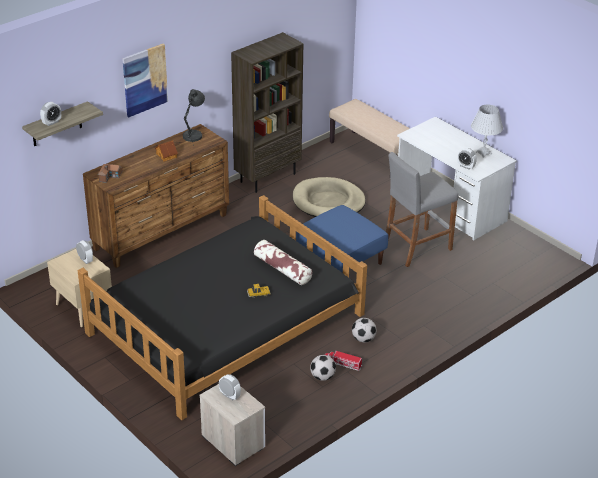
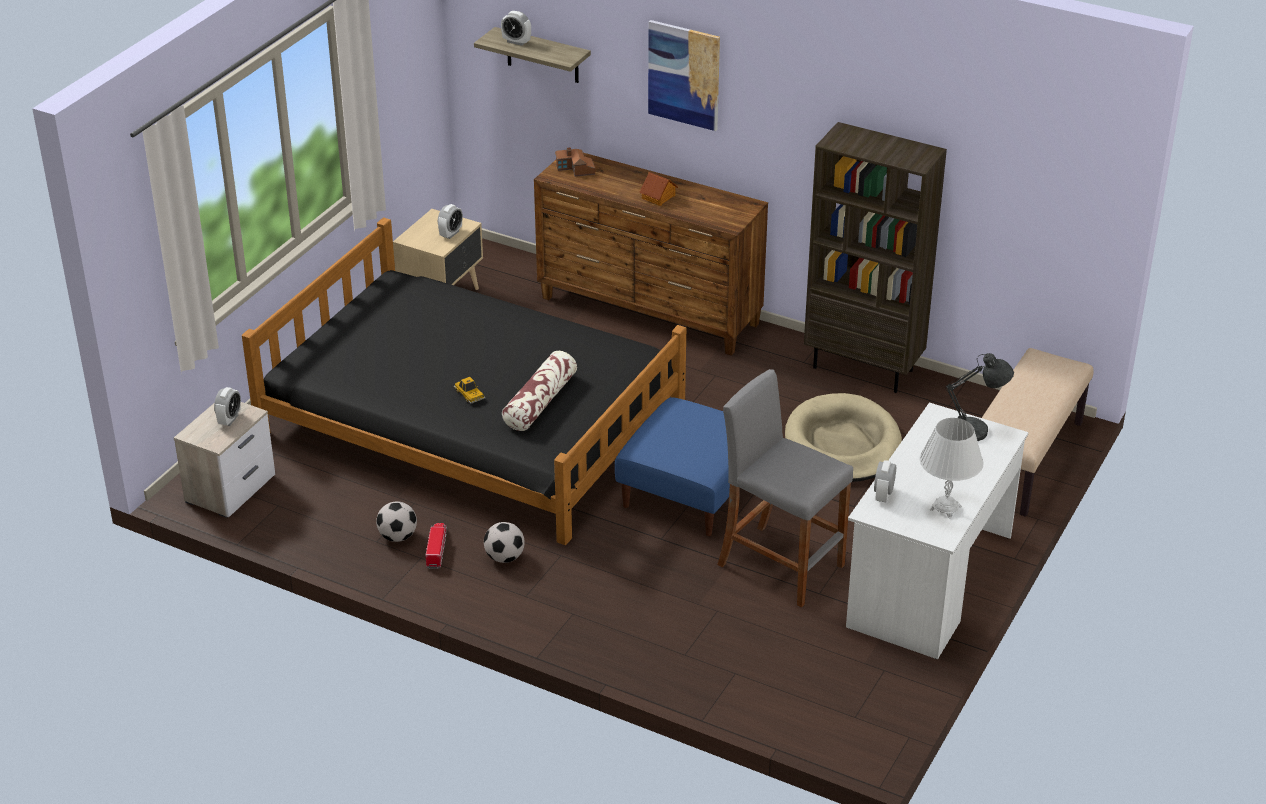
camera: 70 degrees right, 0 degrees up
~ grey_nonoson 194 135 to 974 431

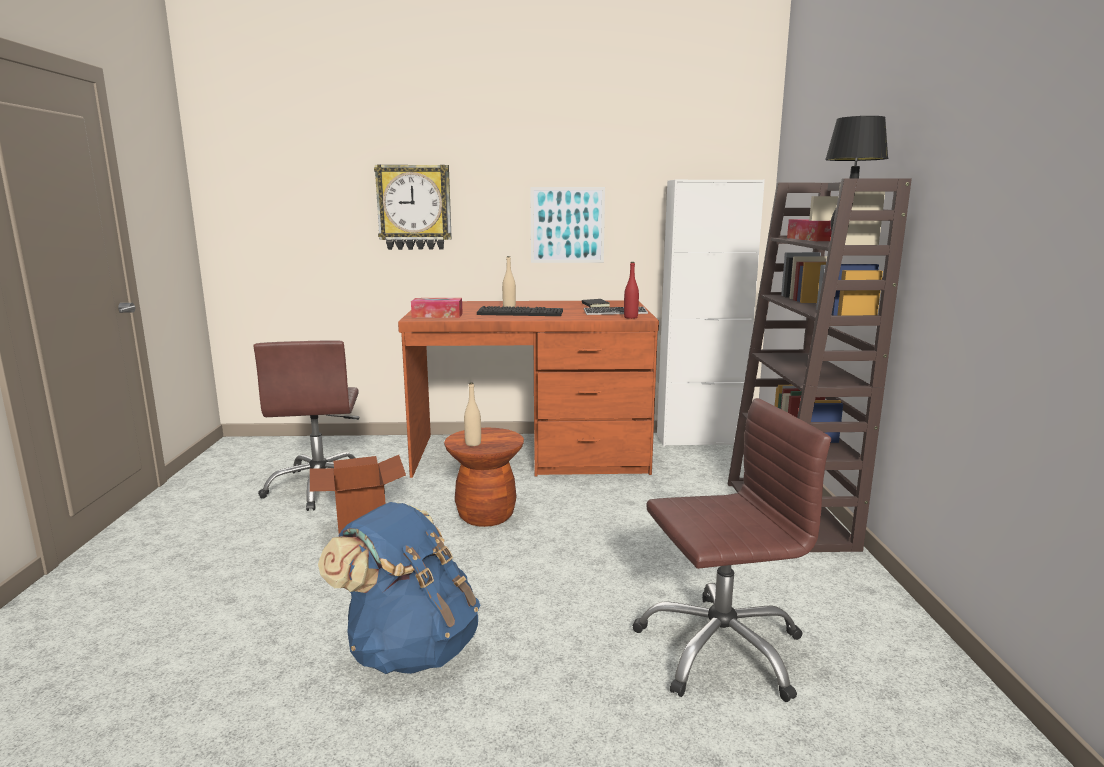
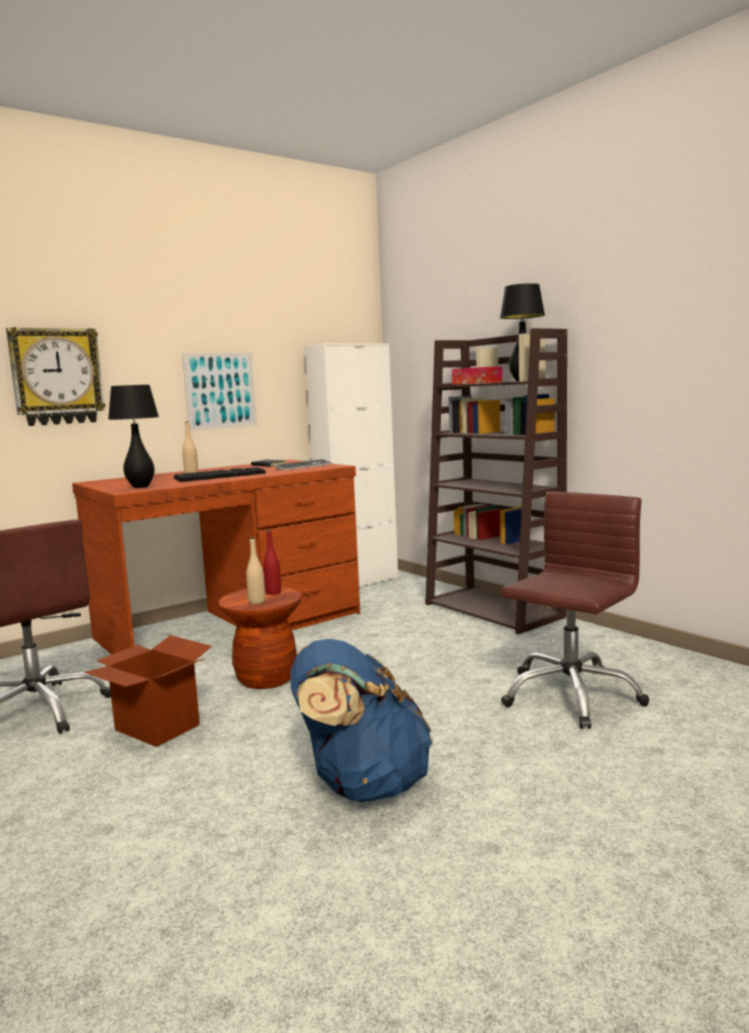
camera: 35 degrees left, 5 degrees down
~ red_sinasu 630 317 to 273 592
~ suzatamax 437 315 to black_nonoson 141 487

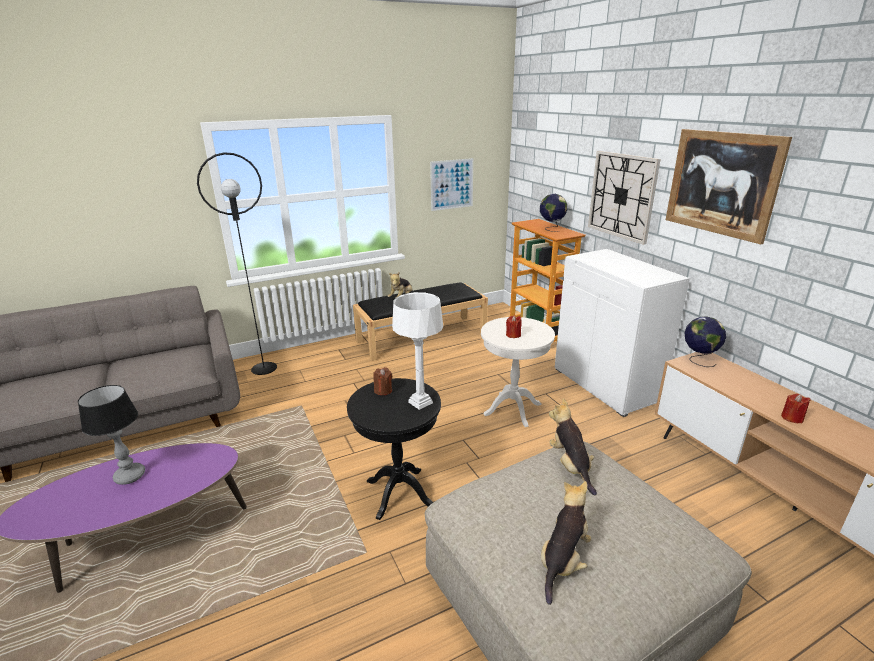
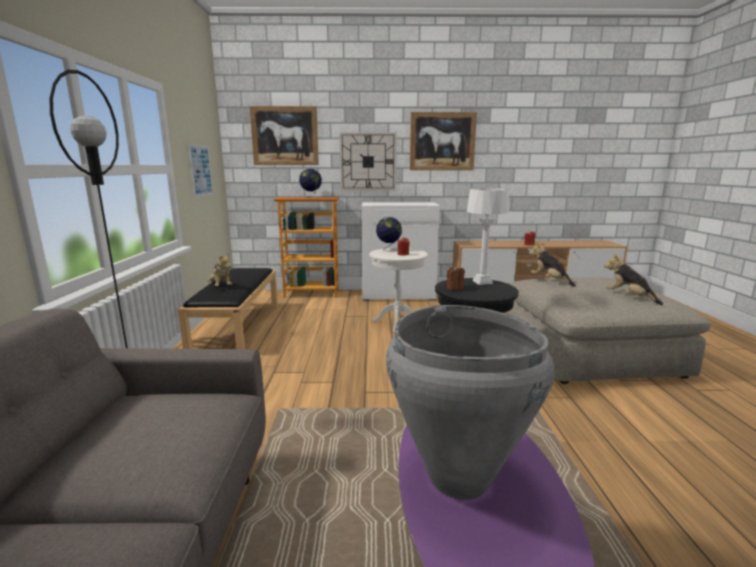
camera: 65 degrees left, 10 degrees down
~ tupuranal 698 360 to 388 250
~ nonoson 129 476 to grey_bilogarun 458 477
~ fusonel 570 466 = 549 281 45 degrees clockwise
+ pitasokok 284 136

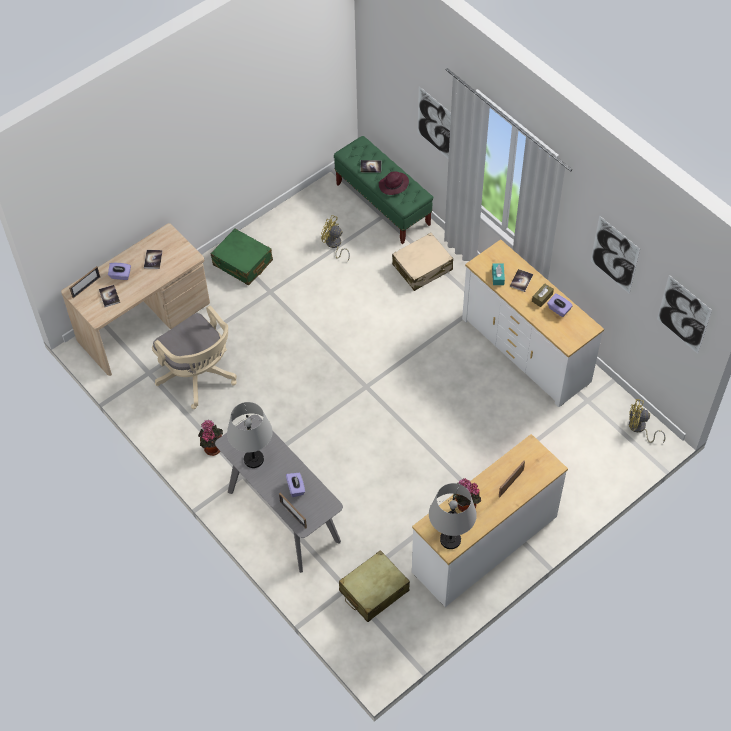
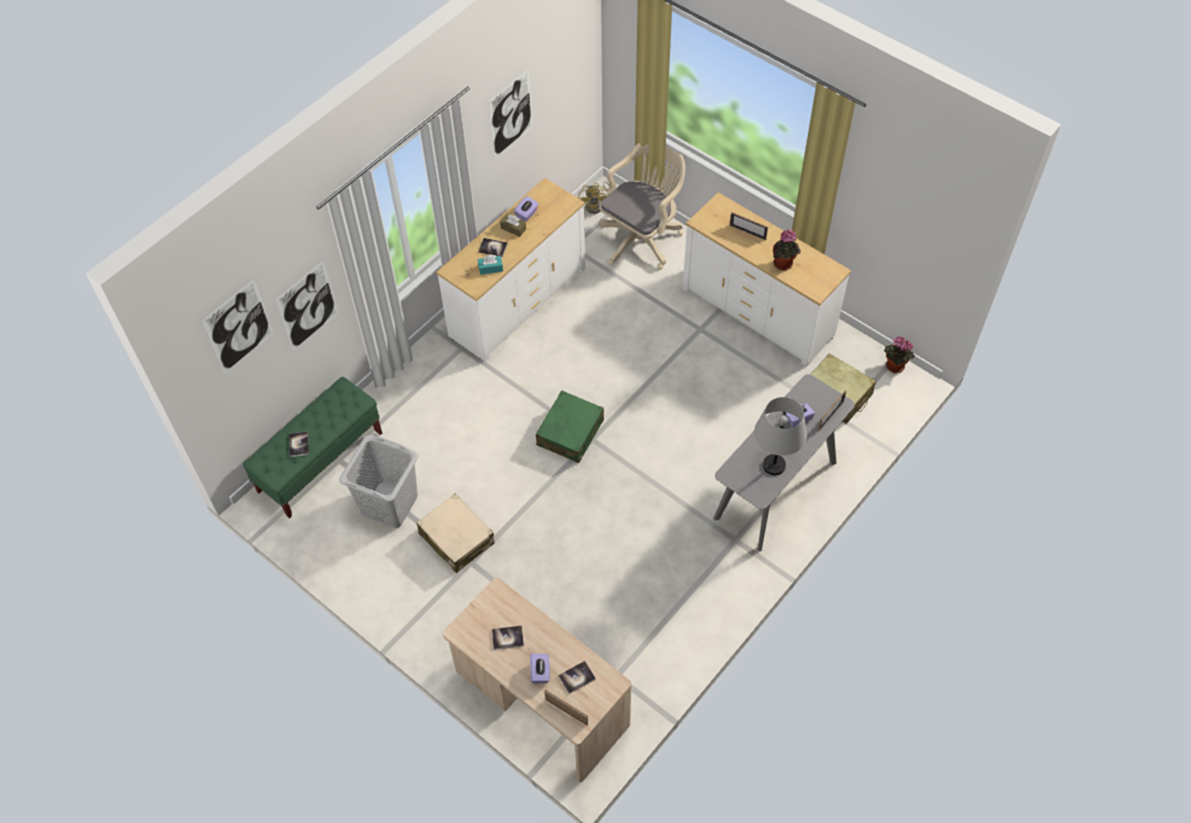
camera: 100 degrees left, 0 degrees up
- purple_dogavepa 393 185
~ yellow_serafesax 334 245 to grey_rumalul 390 504
~ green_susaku 242 263 to 570 433
~ beige_susaku 422 267 to 456 538
~ pitasokok 683 314 to 239 327
~ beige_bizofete 199 377 to 642 237
~ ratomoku 212 447 to 893 367
- grey_nonoson 450 539

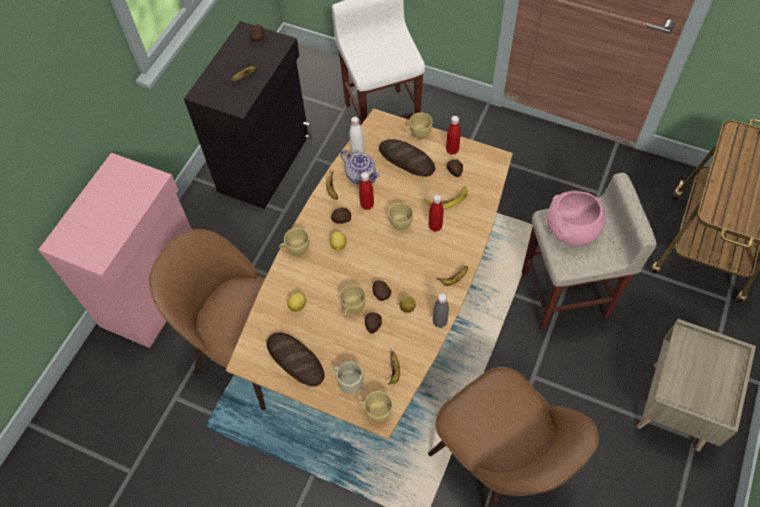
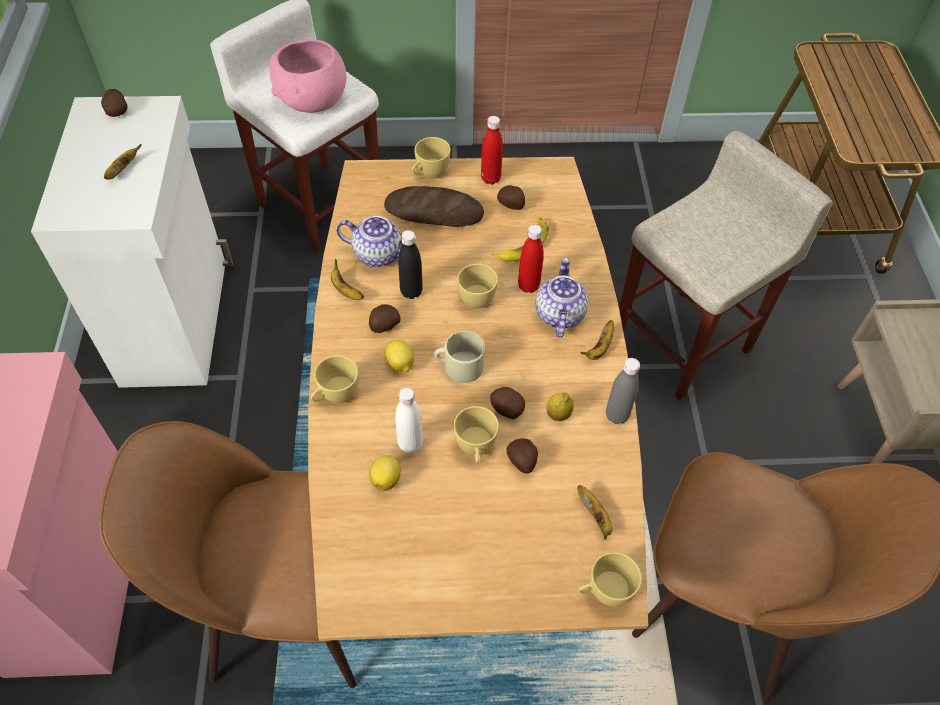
camera: 30 degrees left, 5 degrees down
~ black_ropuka 266 163 to white_ropuka 178 320
~ white_sinasu 357 151 to 410 443
~ red_sinasu 367 205 to black_sinasu 411 291
~ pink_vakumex 570 231 to 311 101
- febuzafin 295 360
~ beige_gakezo 347 380 to 459 366
+ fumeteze 558 314

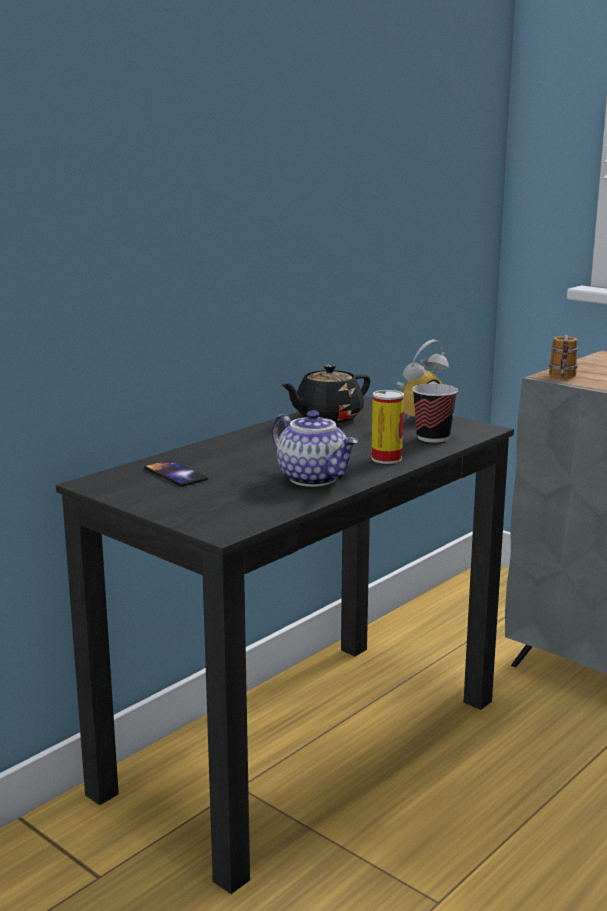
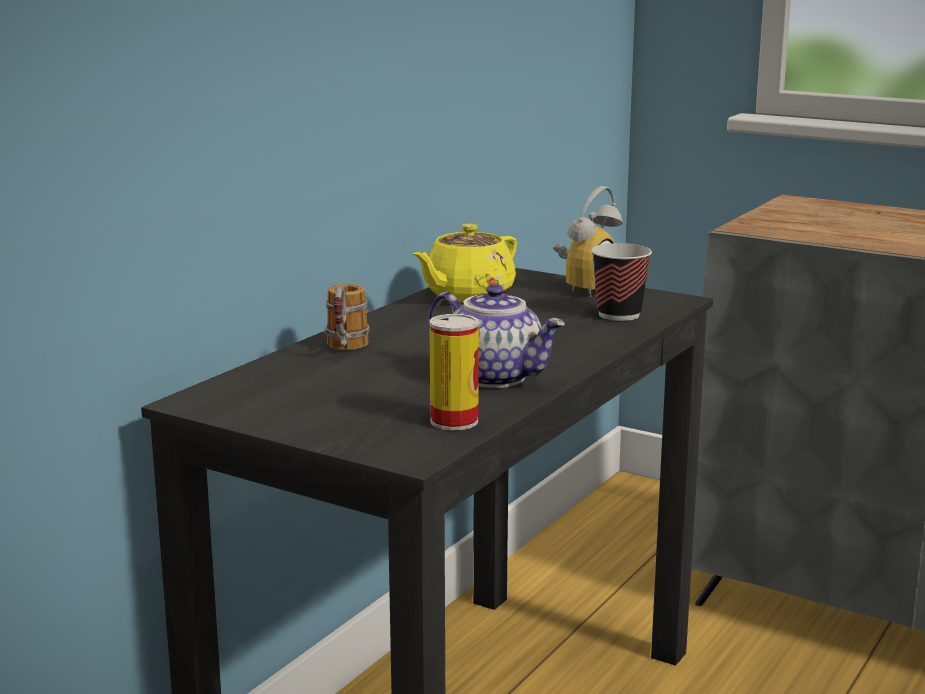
camera: 10 degrees left, 0 degrees up
~ gakezo 562 378 to 345 350
~ black_fumeteze 327 417 to yellow_fumeteze 467 295
~ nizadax 386 458 to 454 421
- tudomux 175 474

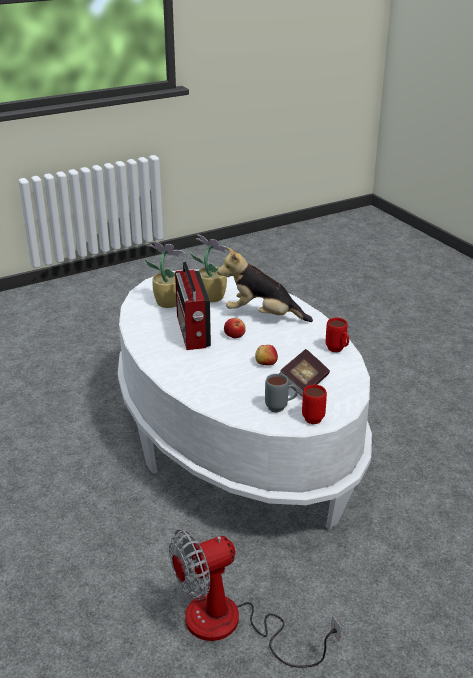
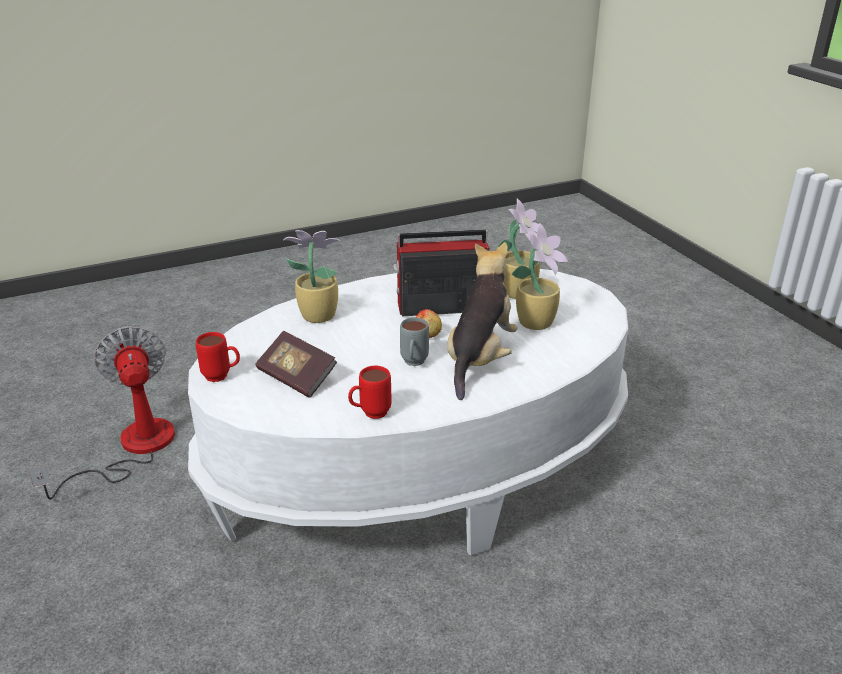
camera: 95 degrees right, 0 degrees up
- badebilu 266 363
~ grey_gakezo 280 408 to 413 364
+ ratomoku 316 315

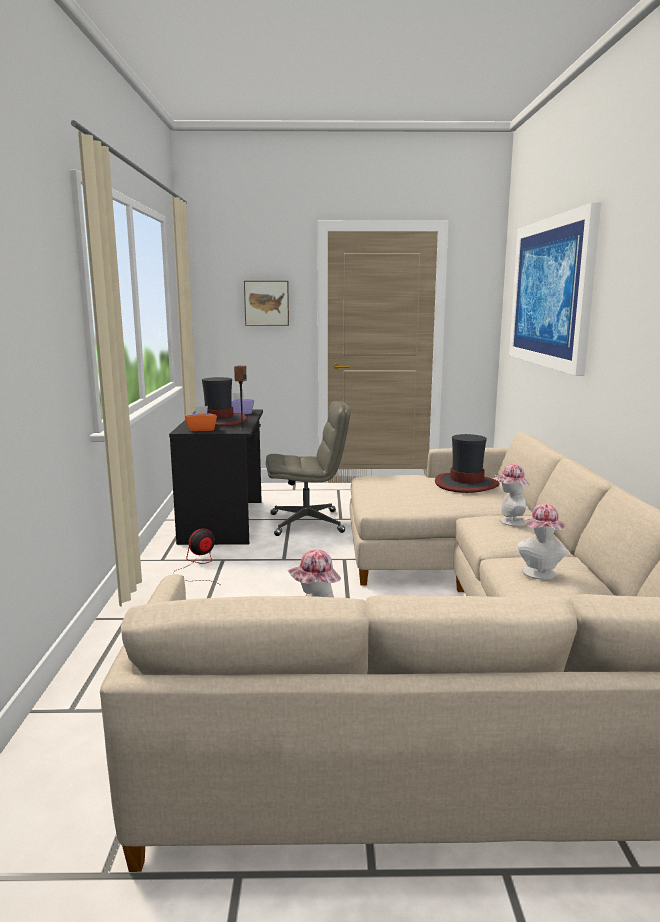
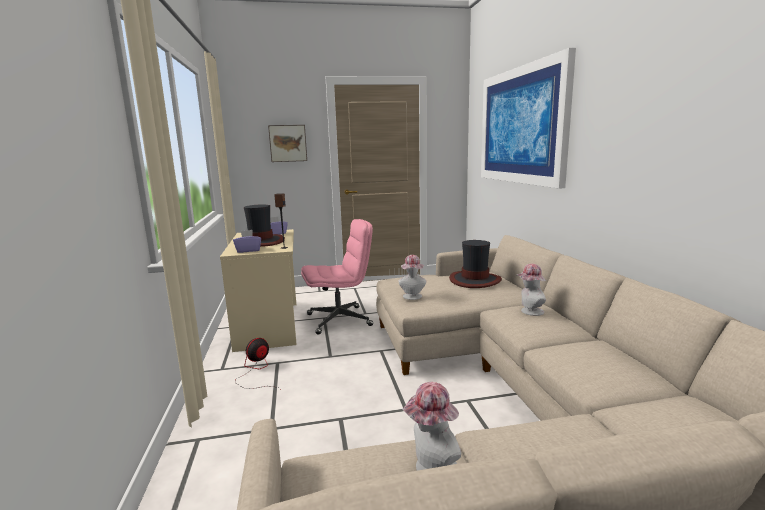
camera: 10 degrees left, 0 degrees up
~ grey_bizofete 307 523 to pink_bizofete 340 320
~ orange_suzatamax 202 429 to purple_suzatamax 248 250
~ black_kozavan 224 521 to beige_kozavan 270 325
~ dogavepa 540 574 to 412 297

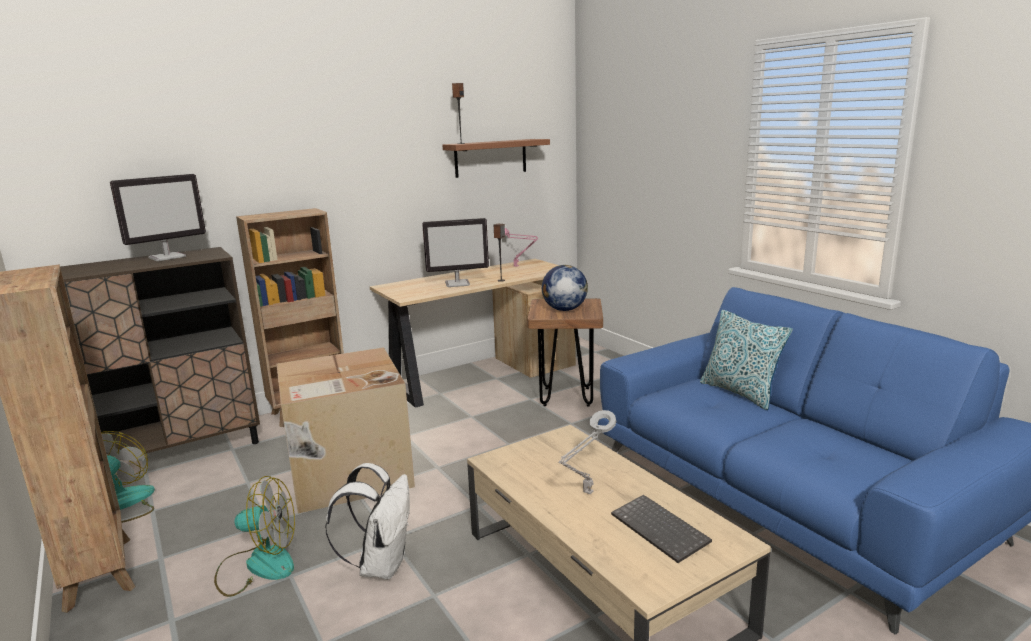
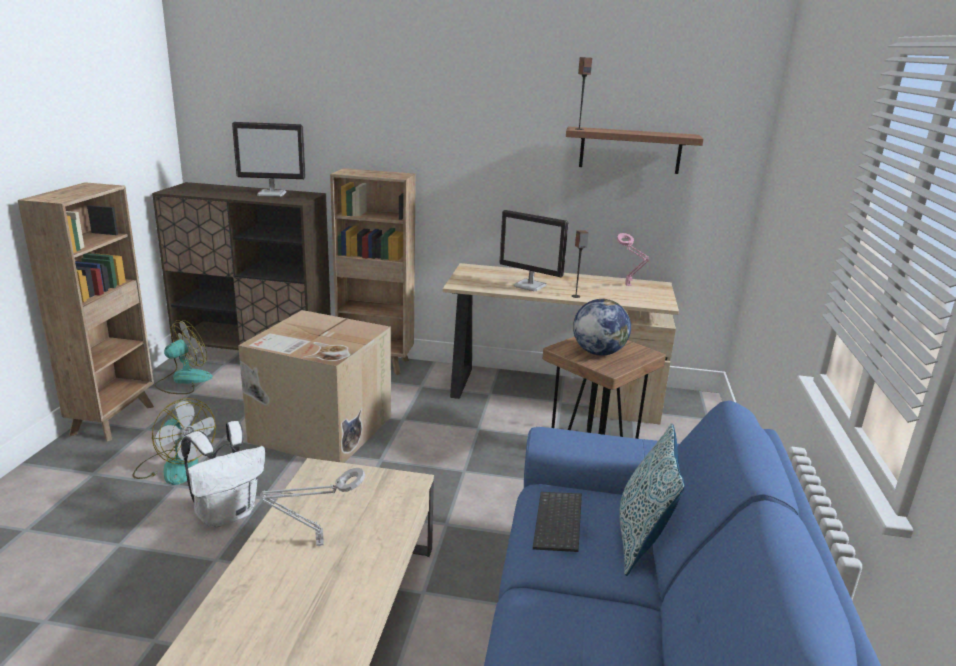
camera: 40 degrees right, 5 degrees up
~ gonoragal 661 529 to 559 524

